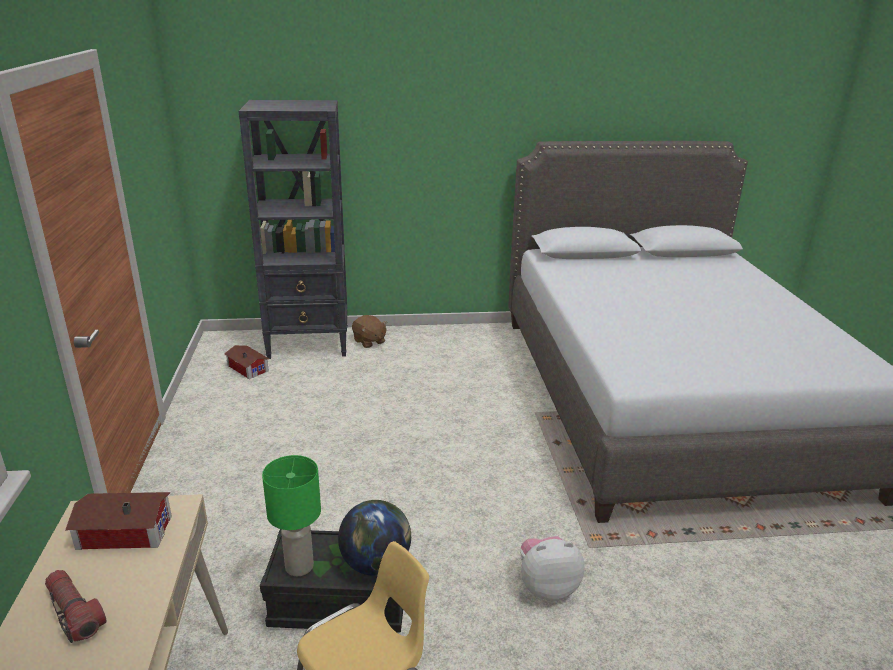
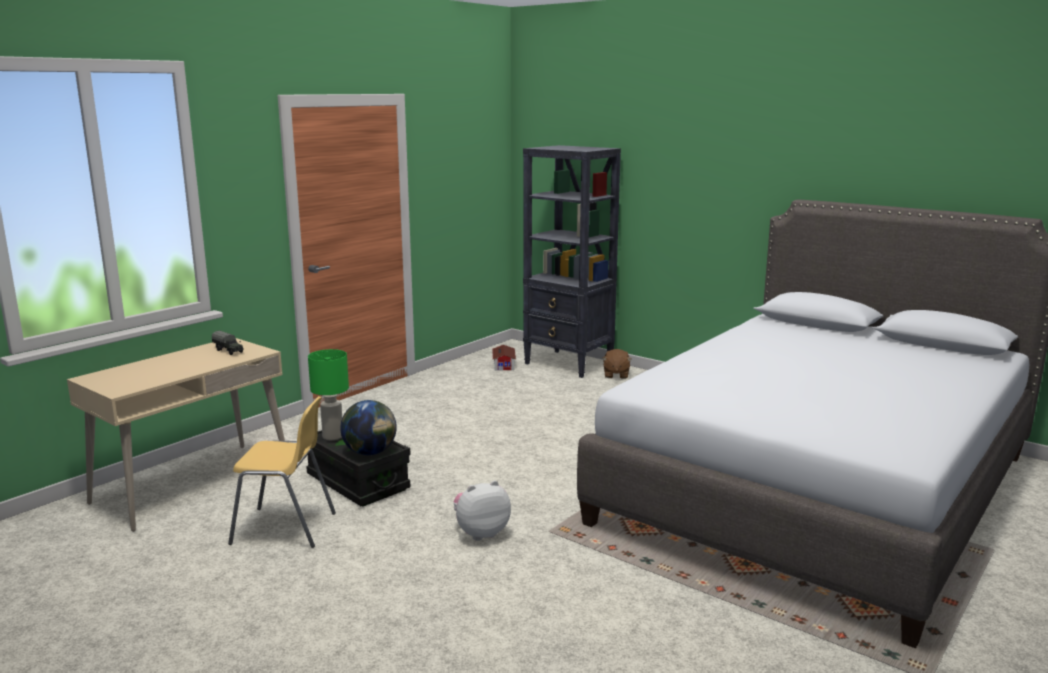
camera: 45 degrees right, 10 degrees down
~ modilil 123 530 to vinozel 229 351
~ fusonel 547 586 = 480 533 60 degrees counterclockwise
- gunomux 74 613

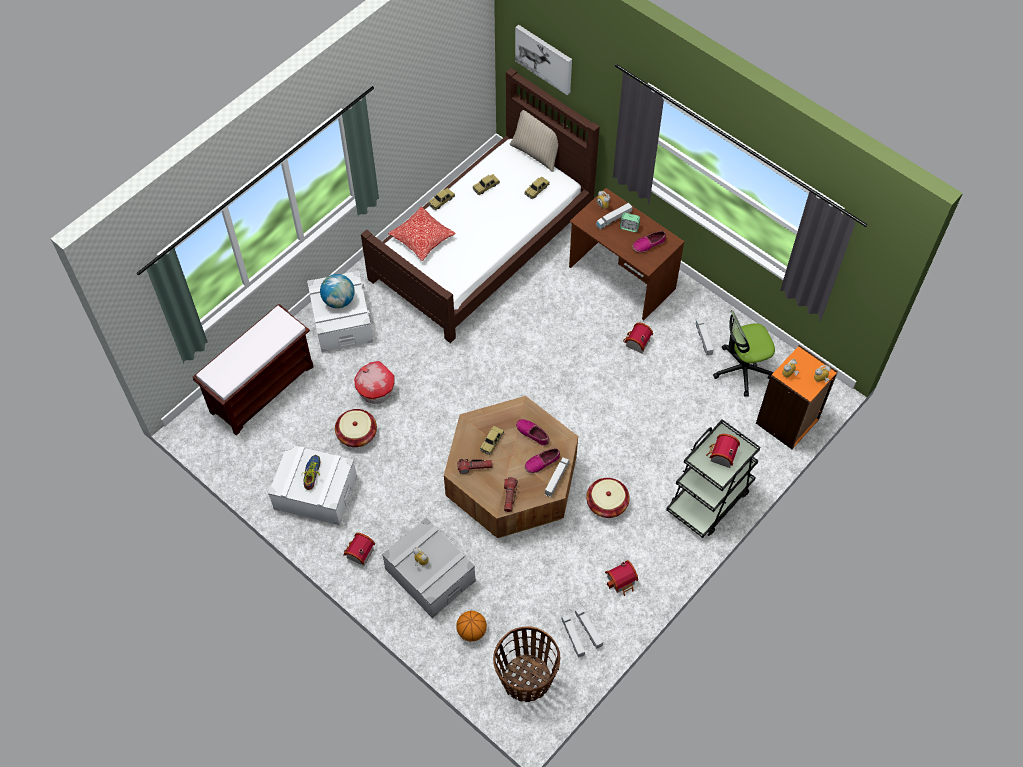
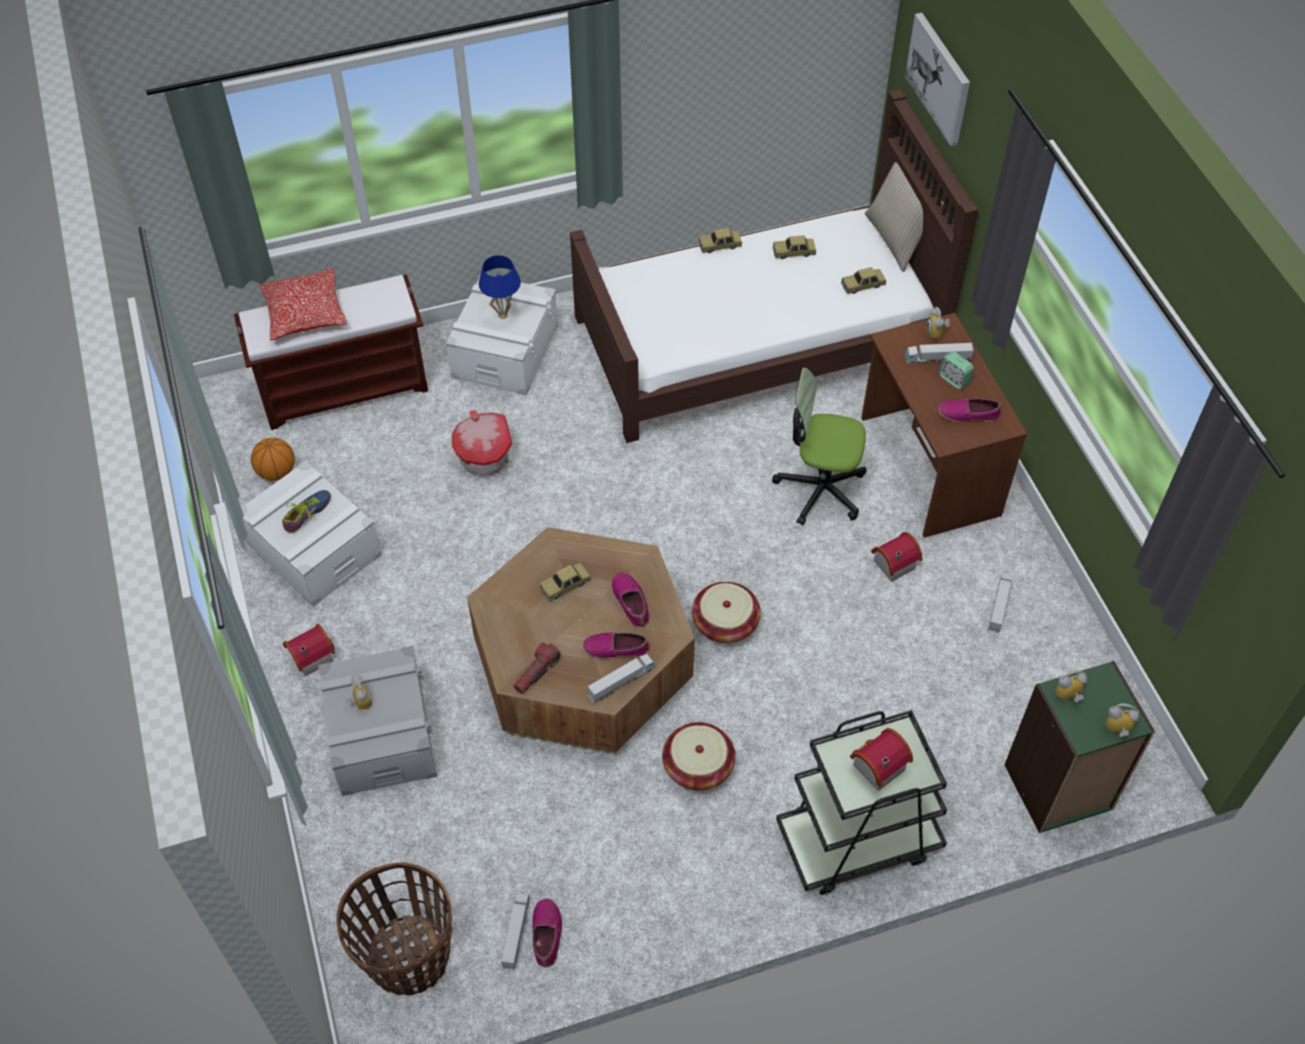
camera: 30 degrees right, 5 degrees down
~ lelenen 422 238 to 305 313
~ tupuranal 339 300 to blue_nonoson 503 315
~ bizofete 742 369 to 820 489
~ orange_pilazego 787 422 to green_pilazego 1058 788
~ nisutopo 357 434 to 725 623
- gunomux 474 467
- modilil 622 581
~ vinozel 588 629 to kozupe 546 935
~ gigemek 471 631 to 276 472

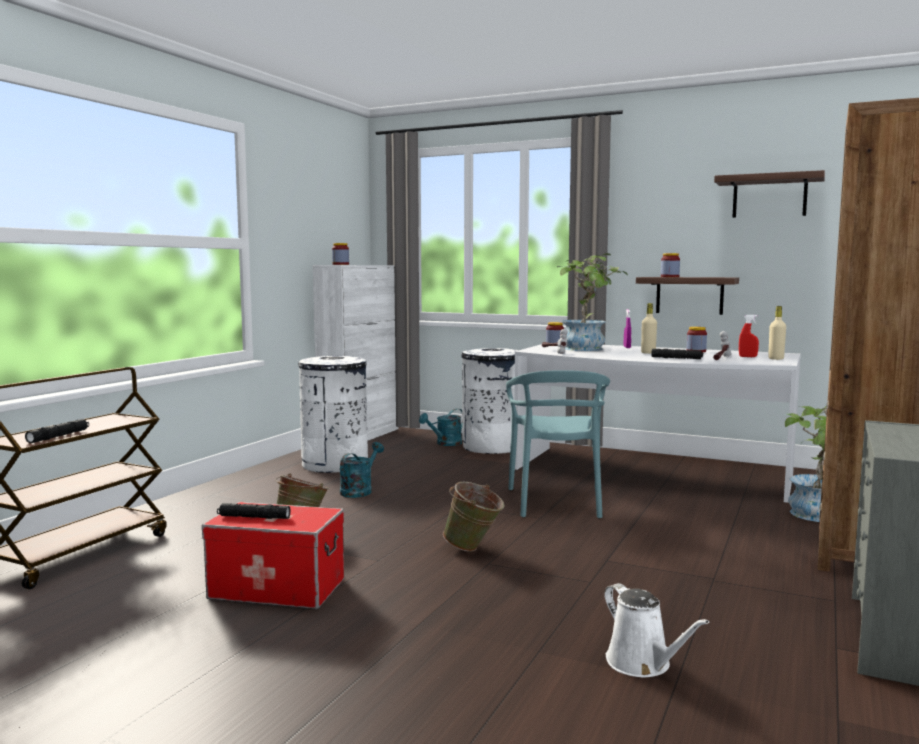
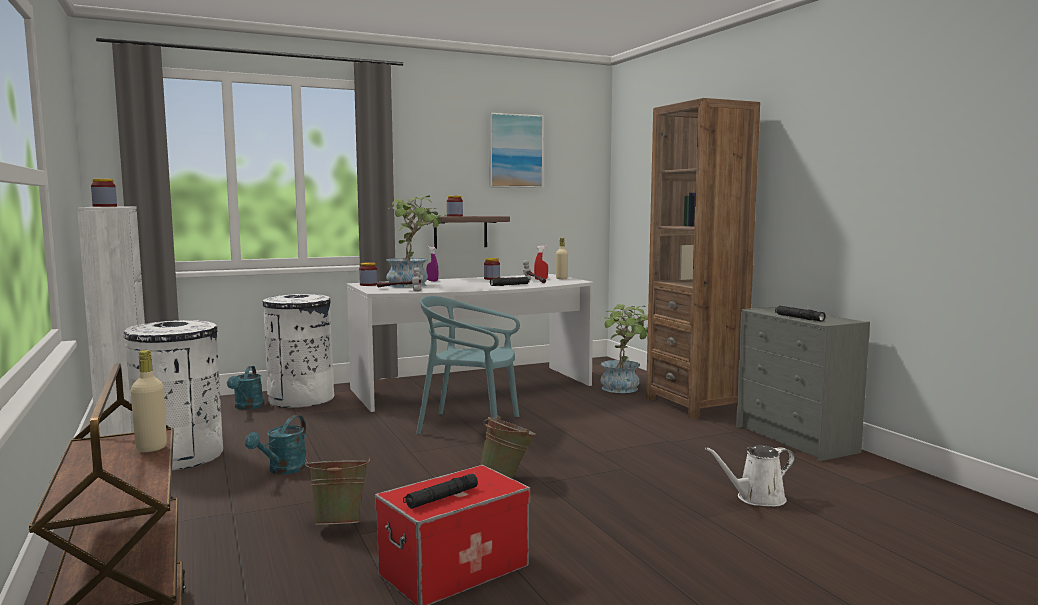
camera: 50 degrees left, 0 degrees up
~ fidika 769 197 to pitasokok 515 151
~ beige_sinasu 648 353 to 151 448
~ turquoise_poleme 557 502 = 470 426 150 degrees clockwise
~ black_gunomux 58 436 to 799 318
~ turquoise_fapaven 359 490 = 283 470 135 degrees counterclockwise
~ white_fapaven 642 664 = 756 498 150 degrees clockwise

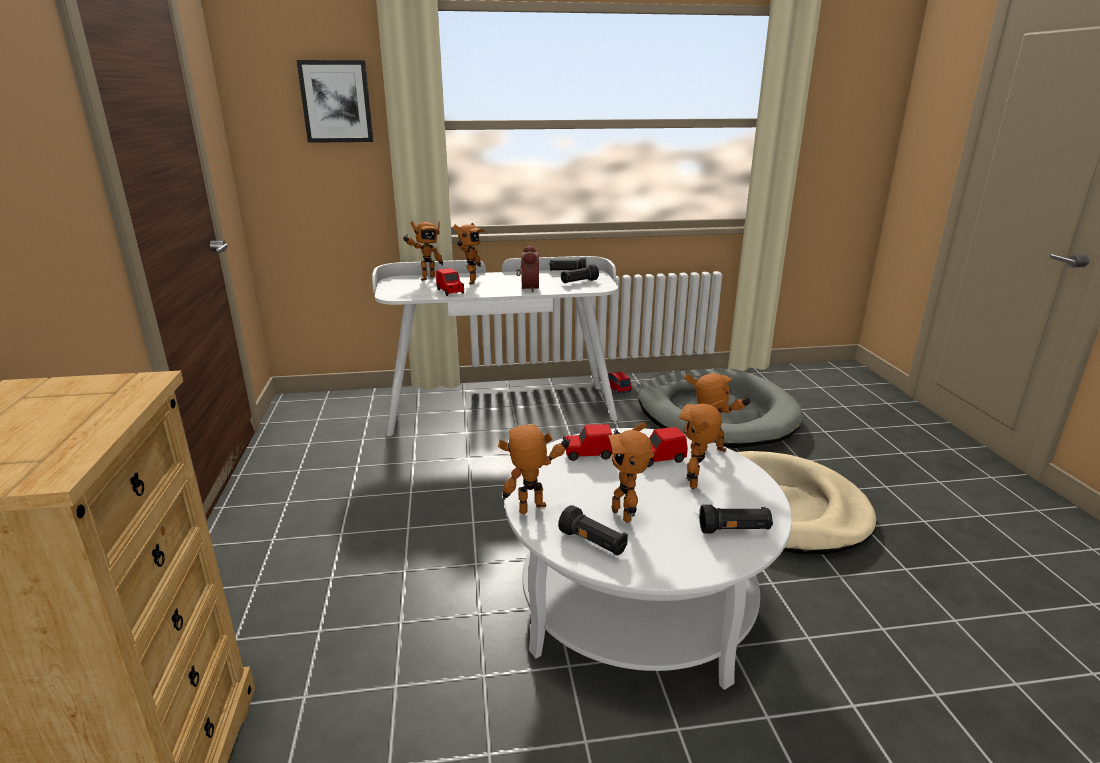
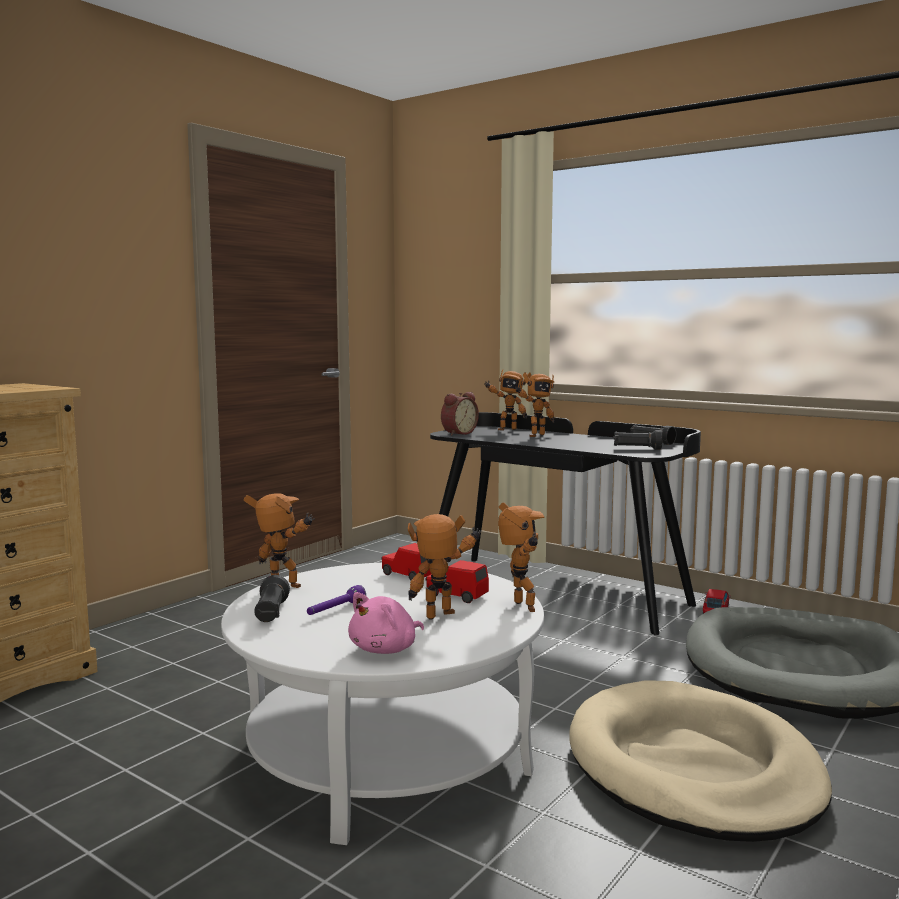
camera: 45 degrees right, 15 degrees down
- pitasokok 336 102
~ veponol 527 288 to 458 433
~ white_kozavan 501 408 to black_kozavan 554 591
- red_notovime 450 291
~ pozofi 624 514 to purple_gunomux 335 610
~ black_gunomux 734 530 to pink_fusonel 386 649

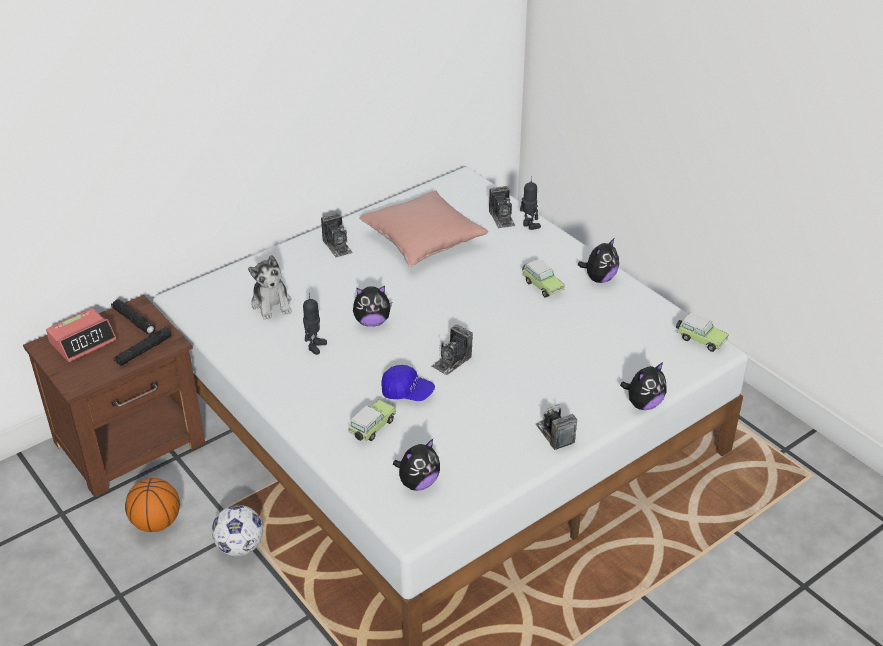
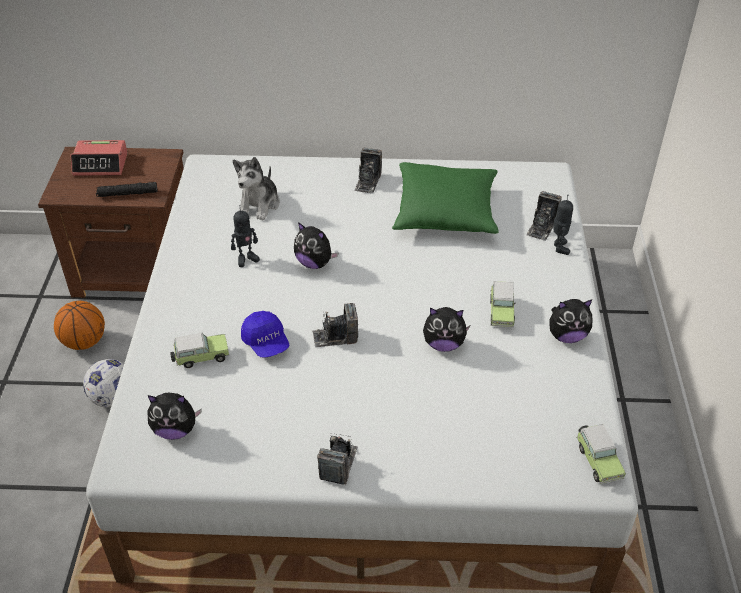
camera: 40 degrees right, 5 degrees up
~ pink_lelenen 423 240 to green_lelenen 445 212
- black_gunomux 133 320
~ fusonel 643 404 to 443 344

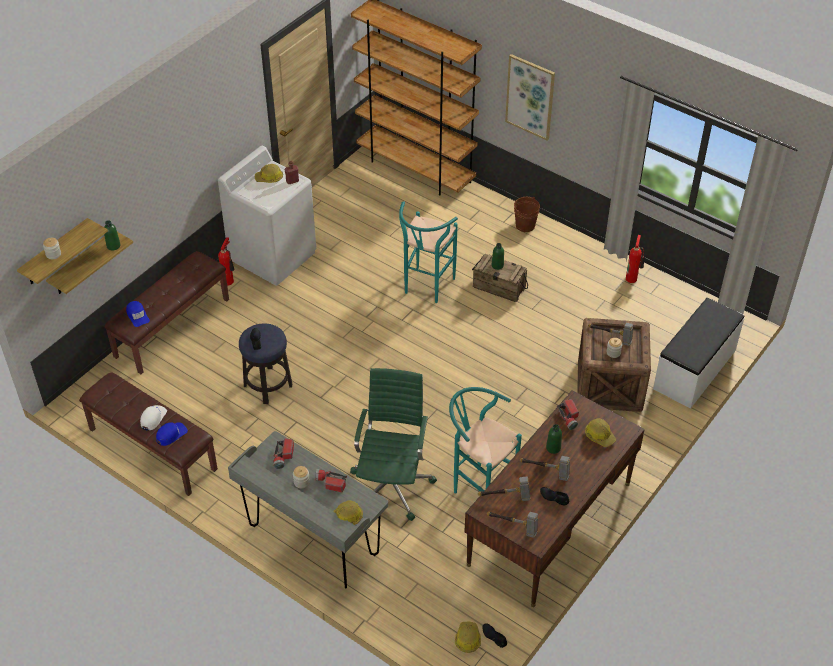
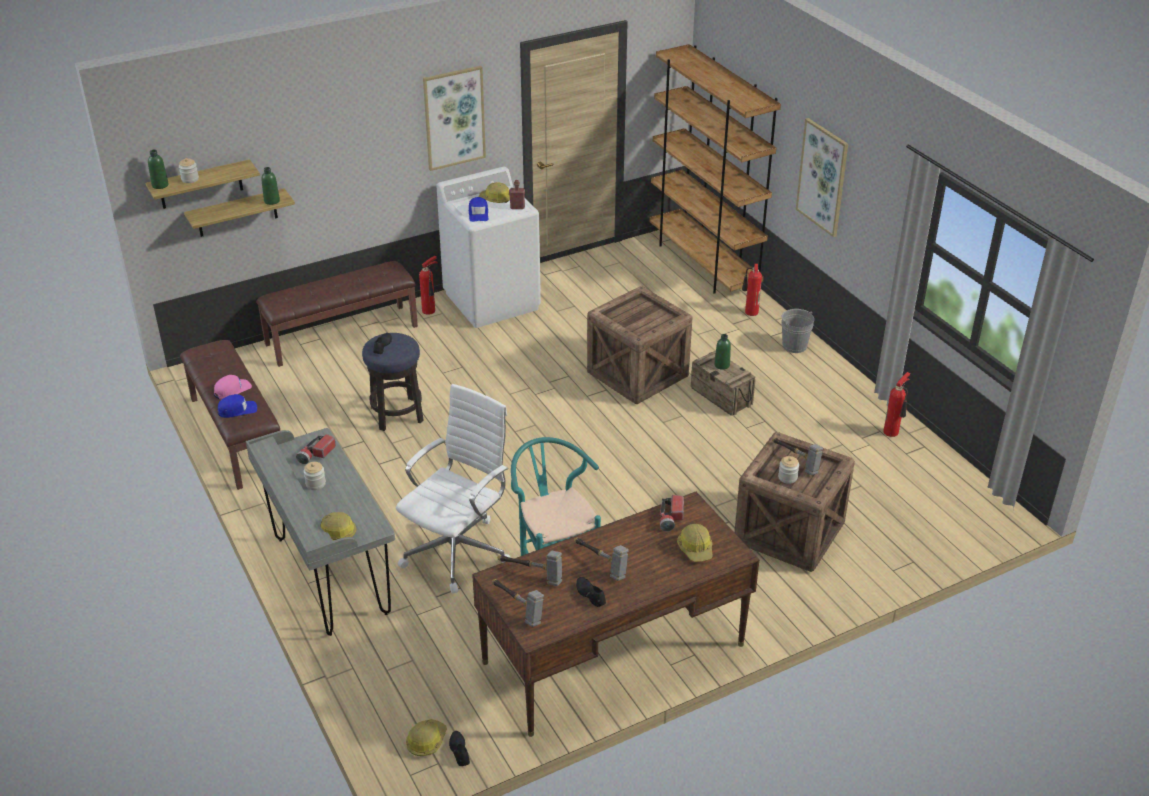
camera: 25 degrees right, 10 degrees down
~ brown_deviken 525 225 to grey_deviken 794 346
~ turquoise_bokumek 426 288 to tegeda 636 374
- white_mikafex 695 370
~ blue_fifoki 137 315 to 478 213
~ green_bizofete 392 484 to white_bizofete 458 550
~ white_fifoki 153 418 to pink_fifoki 232 390
~ green_sinasu 553 448 to 160 185
- gunomux 330 483
+ pitasokok 454 118
+ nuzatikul 750 313

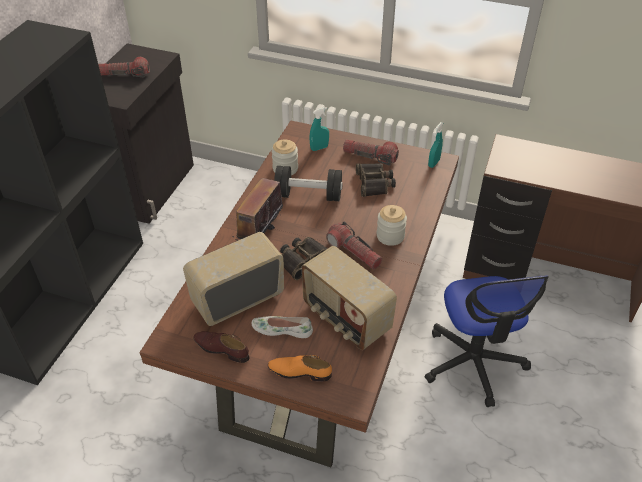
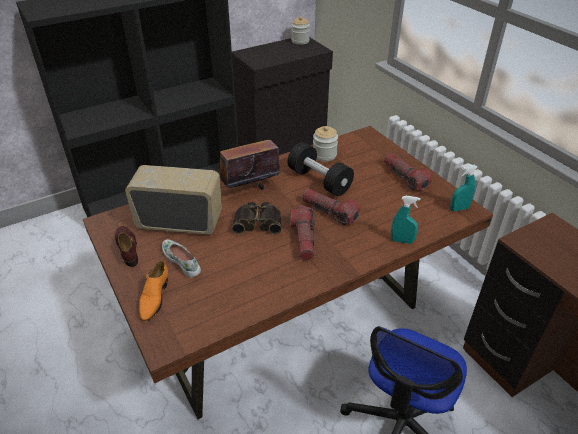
camera: 40 degrees right, 5 degrees down
~ gunomux 125 74 to 329 212
~ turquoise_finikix 319 148 to 402 241
- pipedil 375 183
~ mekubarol 390 236 to 300 41
- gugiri 345 319
~ orange_kozupe 299 372 = 154 298 135 degrees counterclockwise

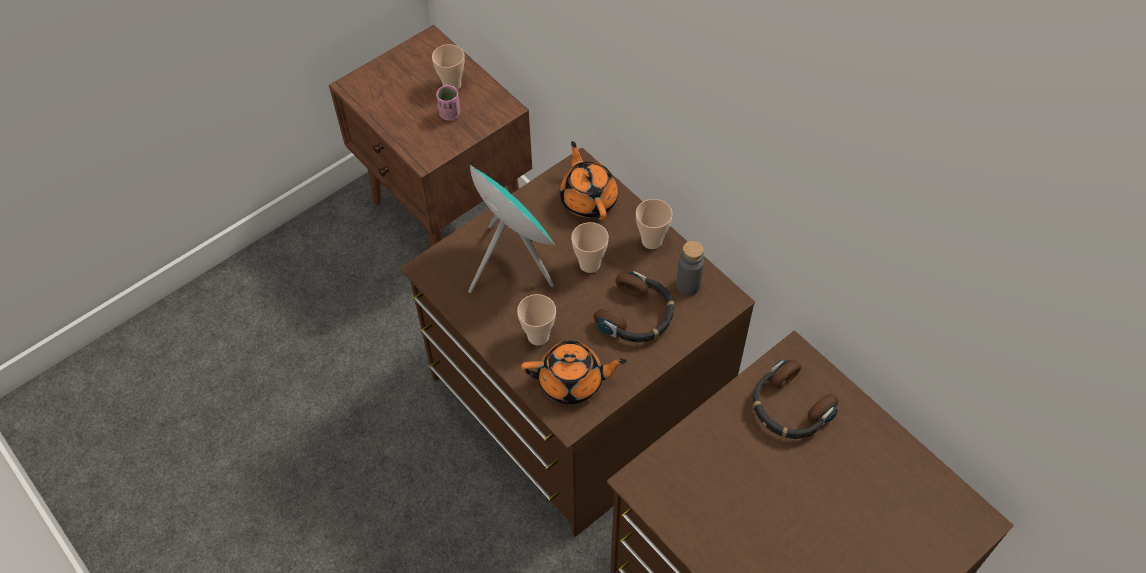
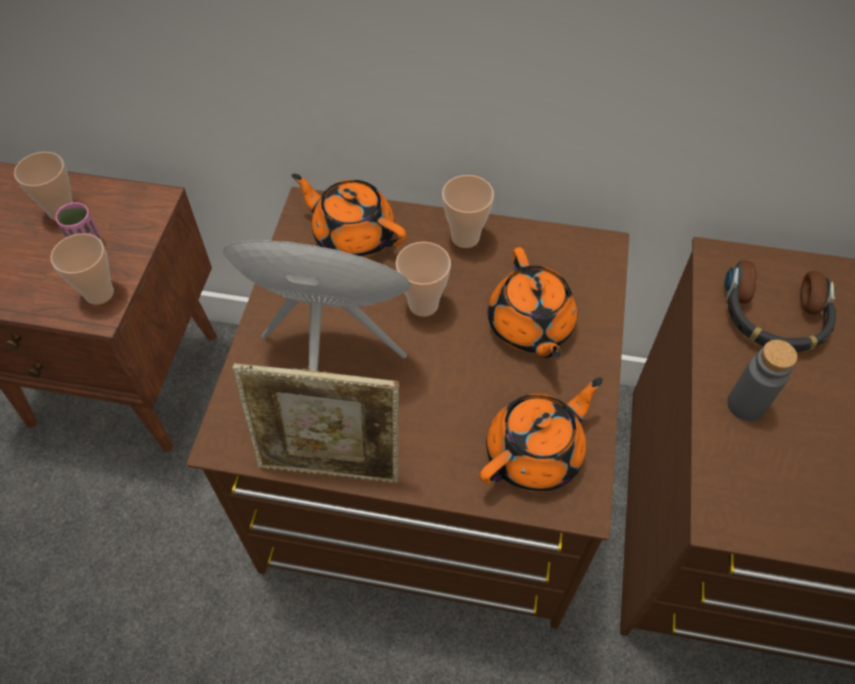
camera: 40 degrees left, 0 degrees up
~ grey_sinasu 688 285 to 745 405
~ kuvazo 637 315 to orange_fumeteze 530 326
~ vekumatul 538 336 to 99 293
+ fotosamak 331 467

